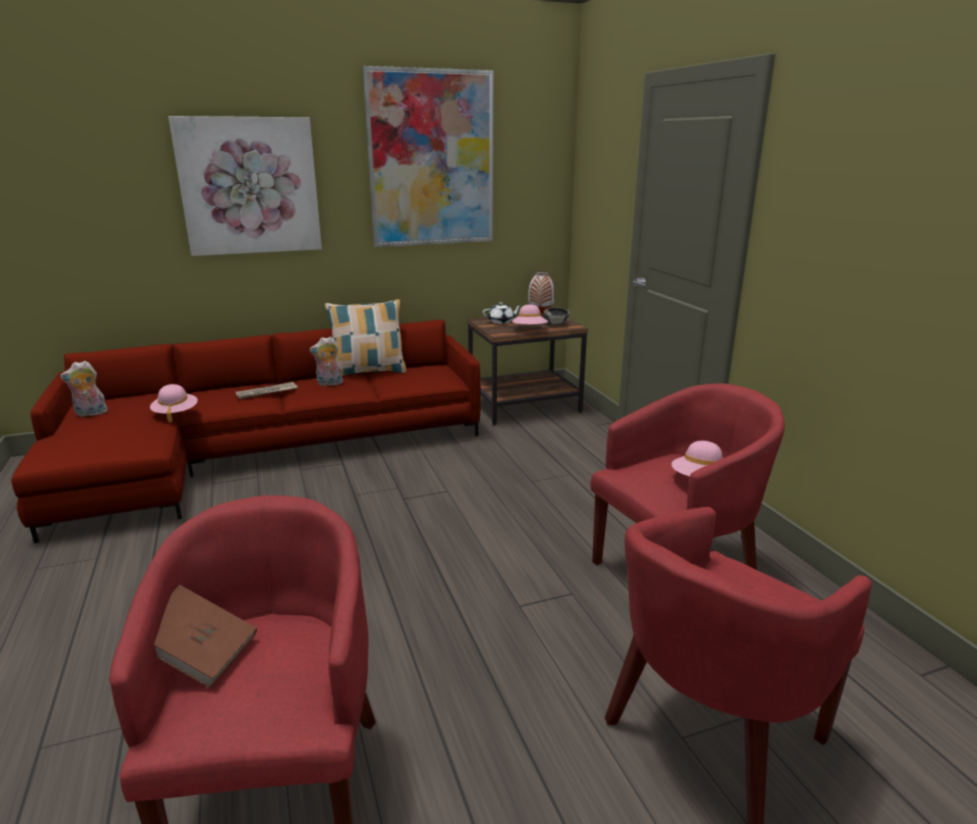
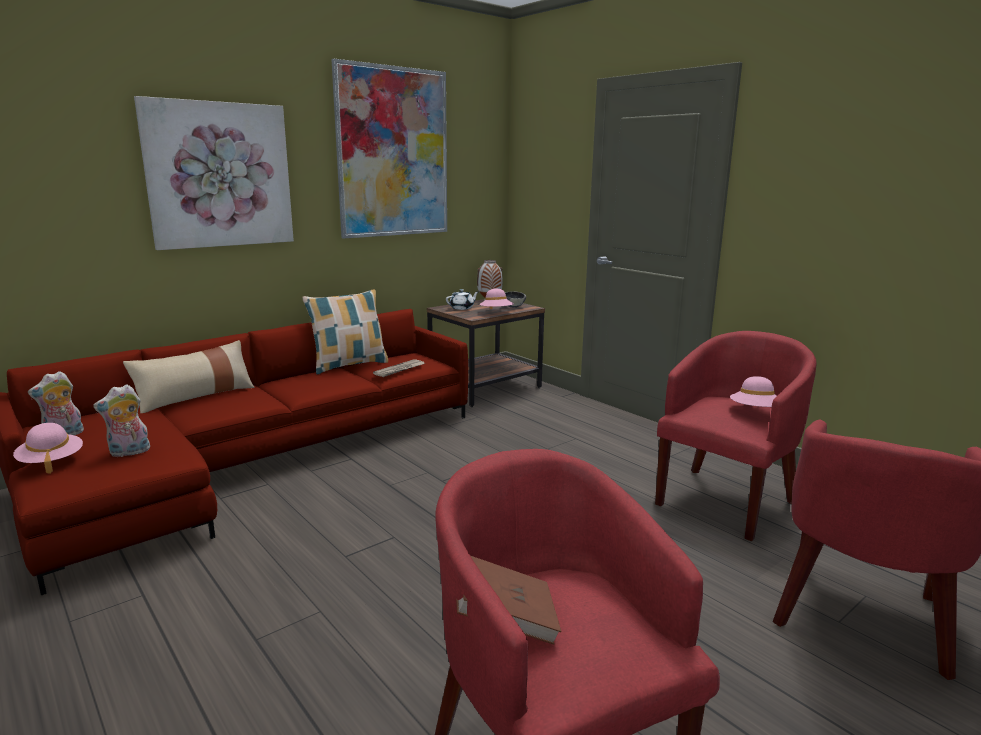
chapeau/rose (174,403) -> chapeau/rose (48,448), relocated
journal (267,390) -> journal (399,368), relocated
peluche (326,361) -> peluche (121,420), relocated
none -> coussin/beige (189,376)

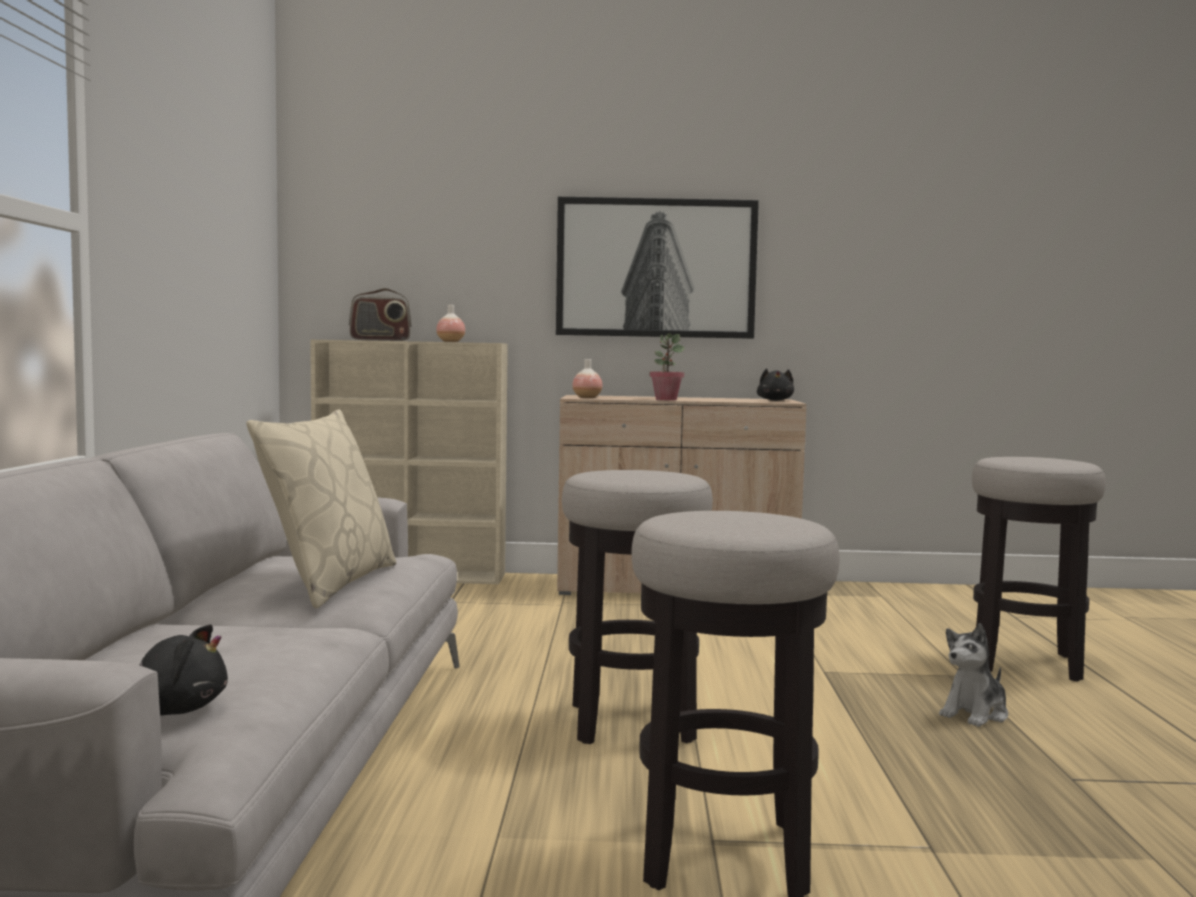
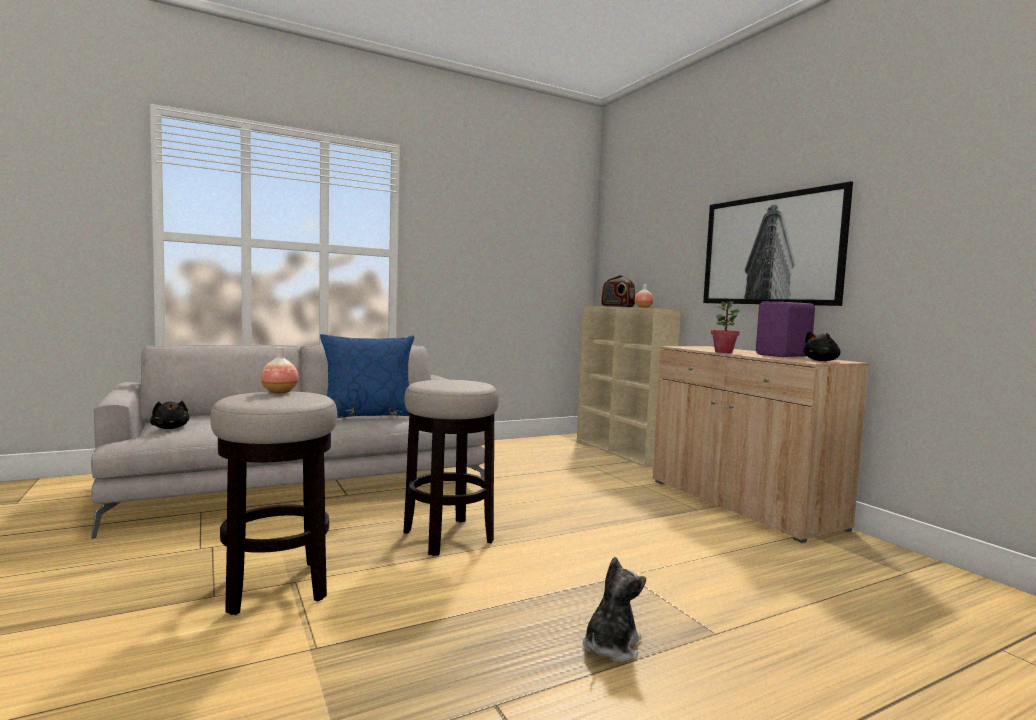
coussin/beige (321,509) -> coussin/bleu (367,376)
vase (587,378) -> vase (280,370), relocated
peluche (973,675) -> peluche (614,609), 105 degrees clockwise
tabouret (1039,569) -> none
none -> enceinte/violet (785,329)

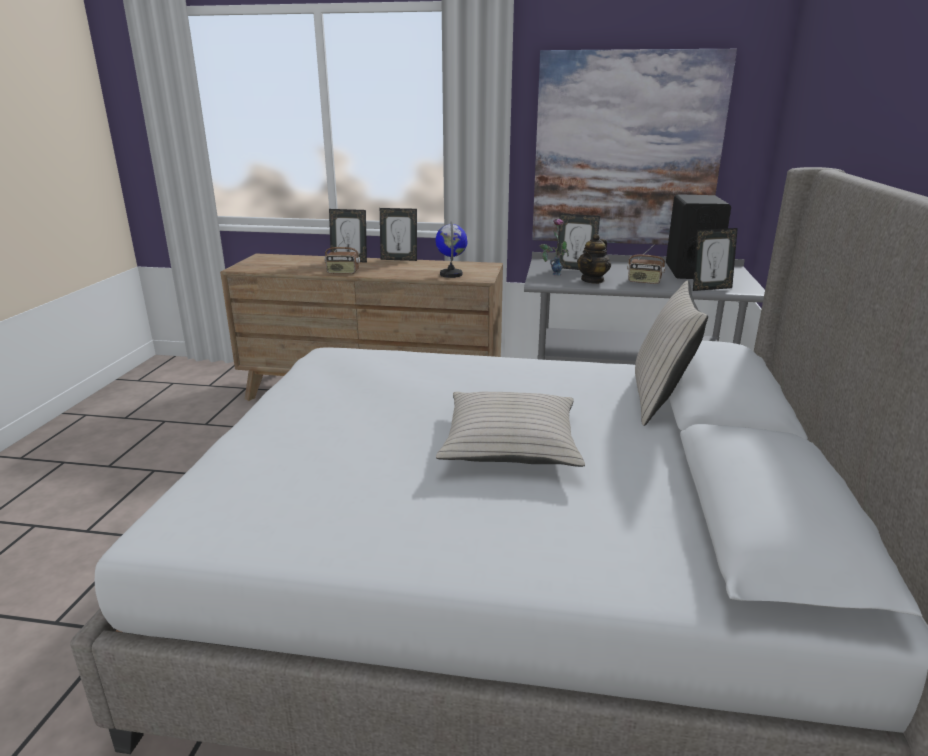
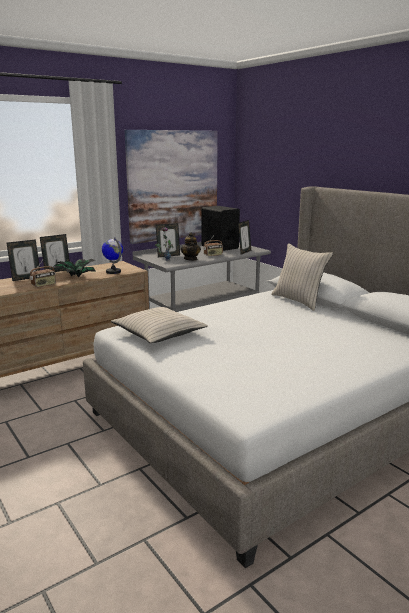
coussin/beige (510,429) -> coussin/beige (159,325), relocated
none -> plante en pot (74,268)

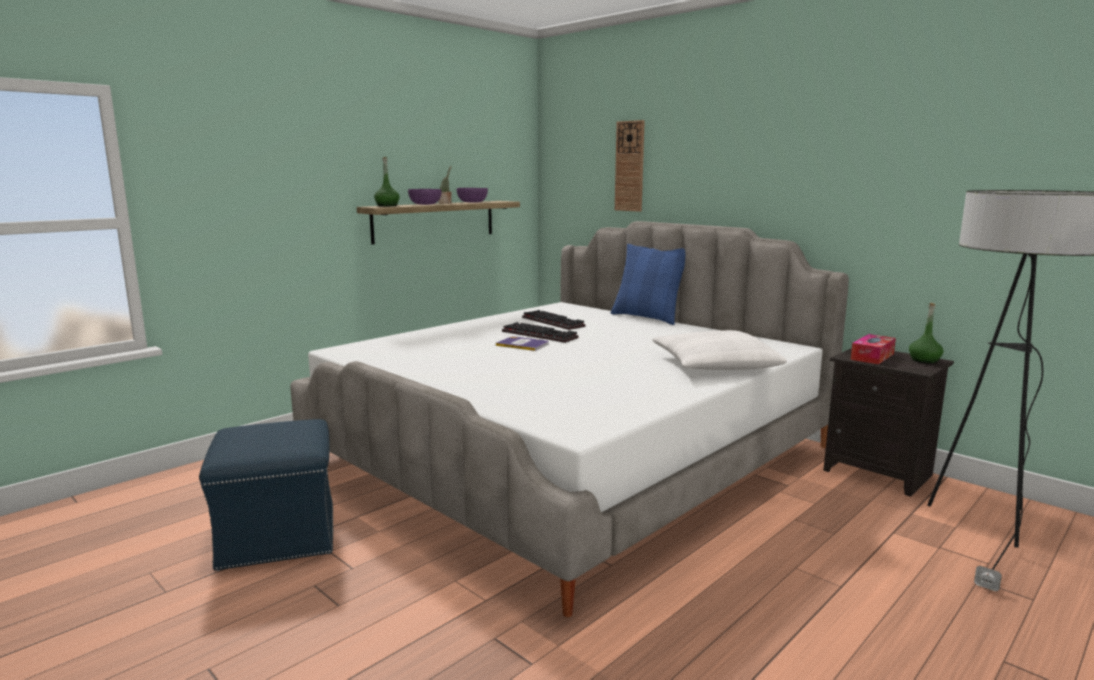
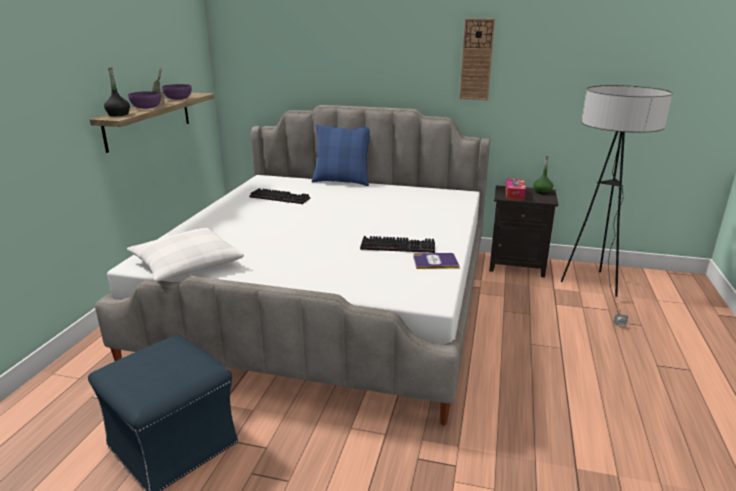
bouteille/vert (387,181) -> bouteille/noir (117,91)
livre (522,343) -> livre (436,261), relocated
clavier (540,332) -> clavier (397,244), relocated
horloge murale (630,166) -> horloge murale (477,59), relocated
coussin/blanc (720,350) -> coussin/blanc (185,255), relocated

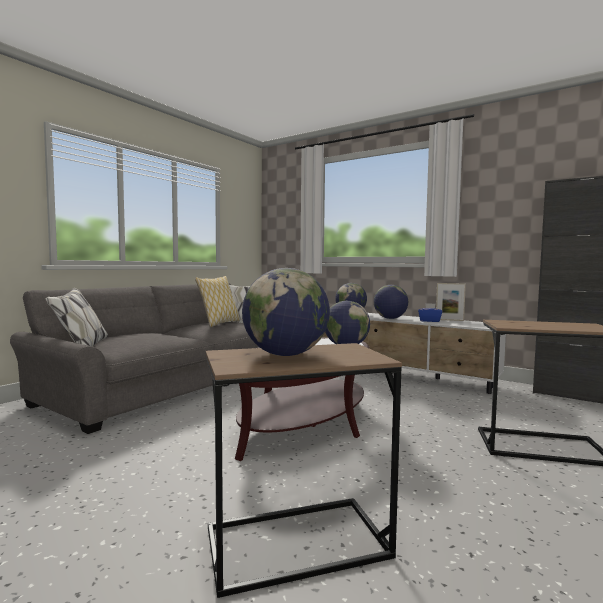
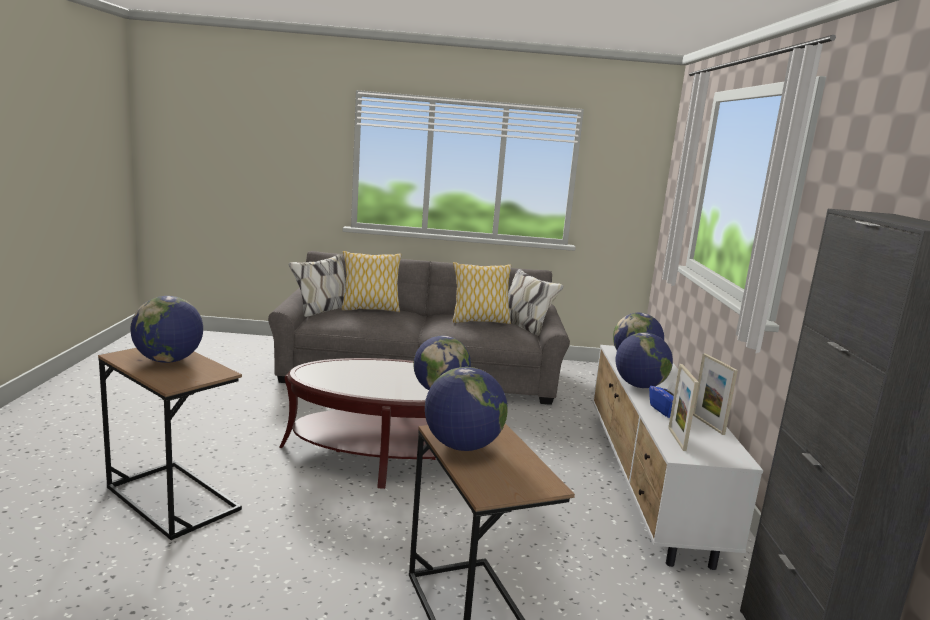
none -> coussin (371,281)
none -> globe (466,409)
none -> cadre photo (683,407)

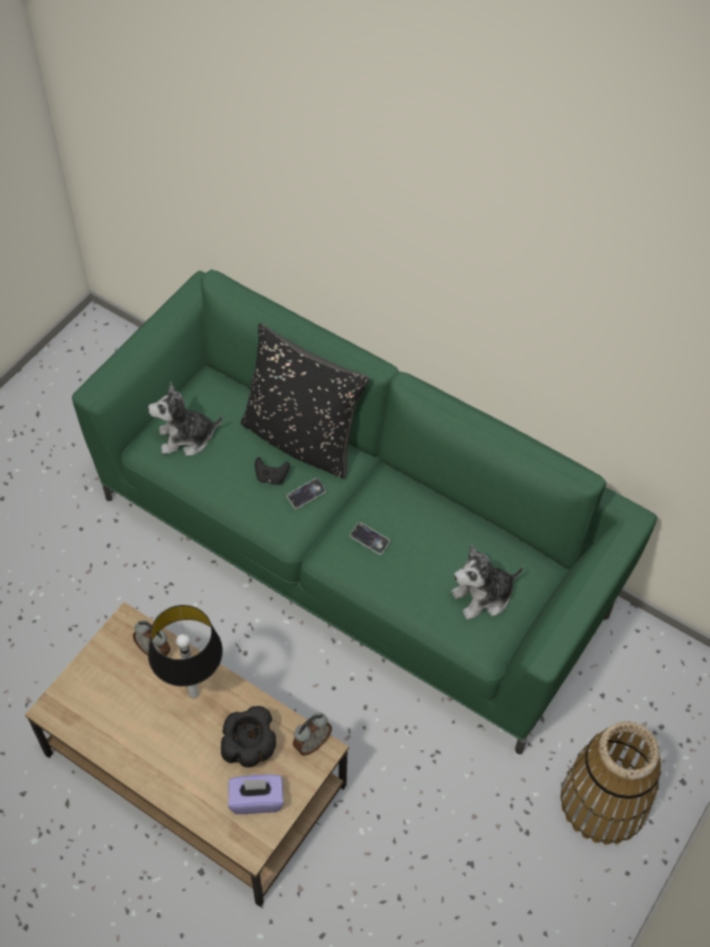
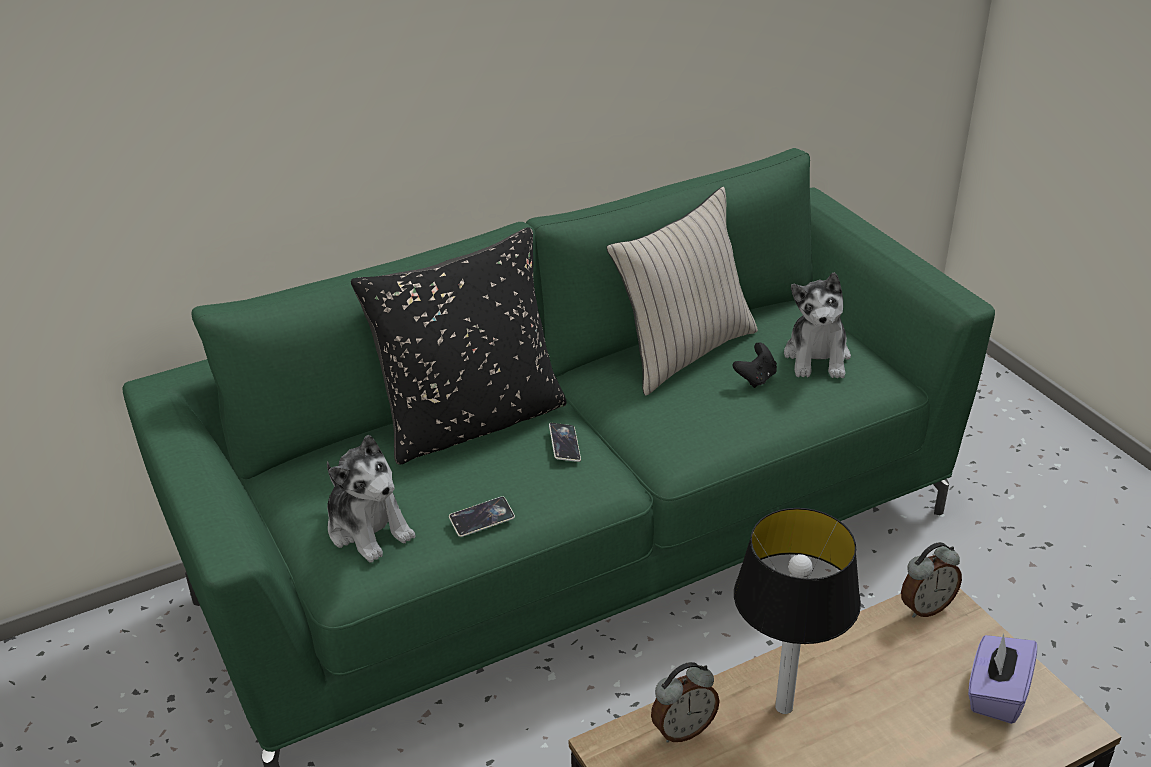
peluche (185,419) -> peluche (371,499), 60 degrees counterclockwise
bol/noir (248,736) -> none
manette/noir (272,471) -> manette/noir (755,365), relocated
réveil (312,734) -> réveil (931,580), 75 degrees clockwise
téléphone (370,538) -> téléphone (482,516), relocated
panier (610,783) -> none
none -> coussin/beige (682,291)

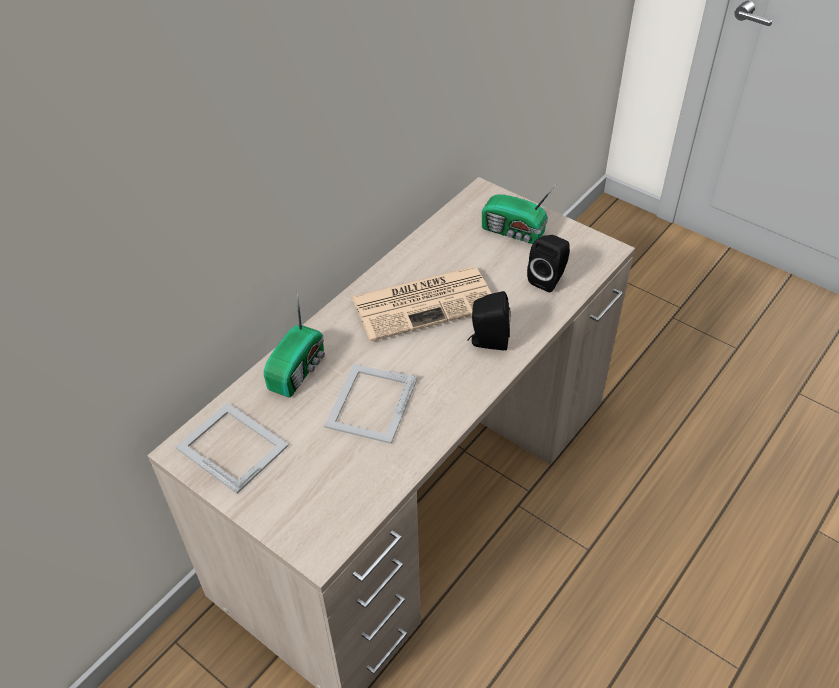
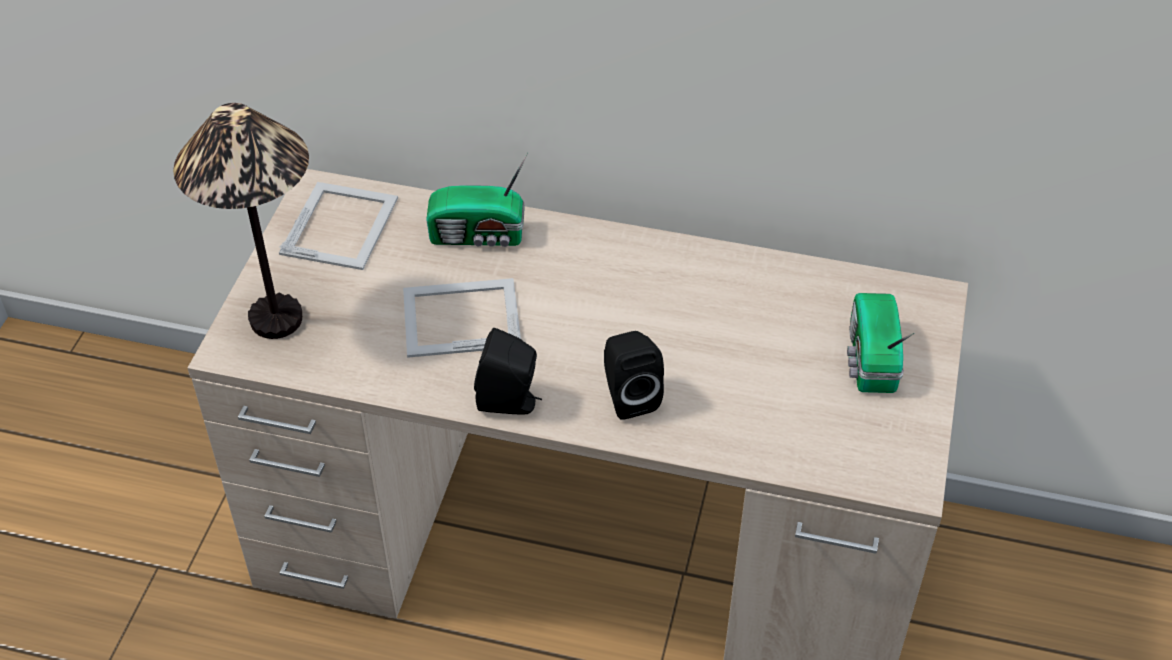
journal (421,304) -> none
enceinte/noir (548,263) -> enceinte/noir (508,371), relocated
none -> lampe de table (241,221)

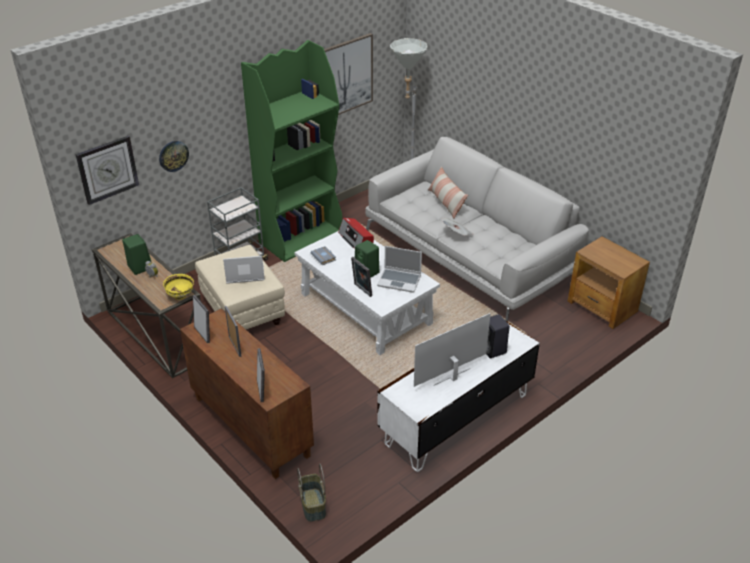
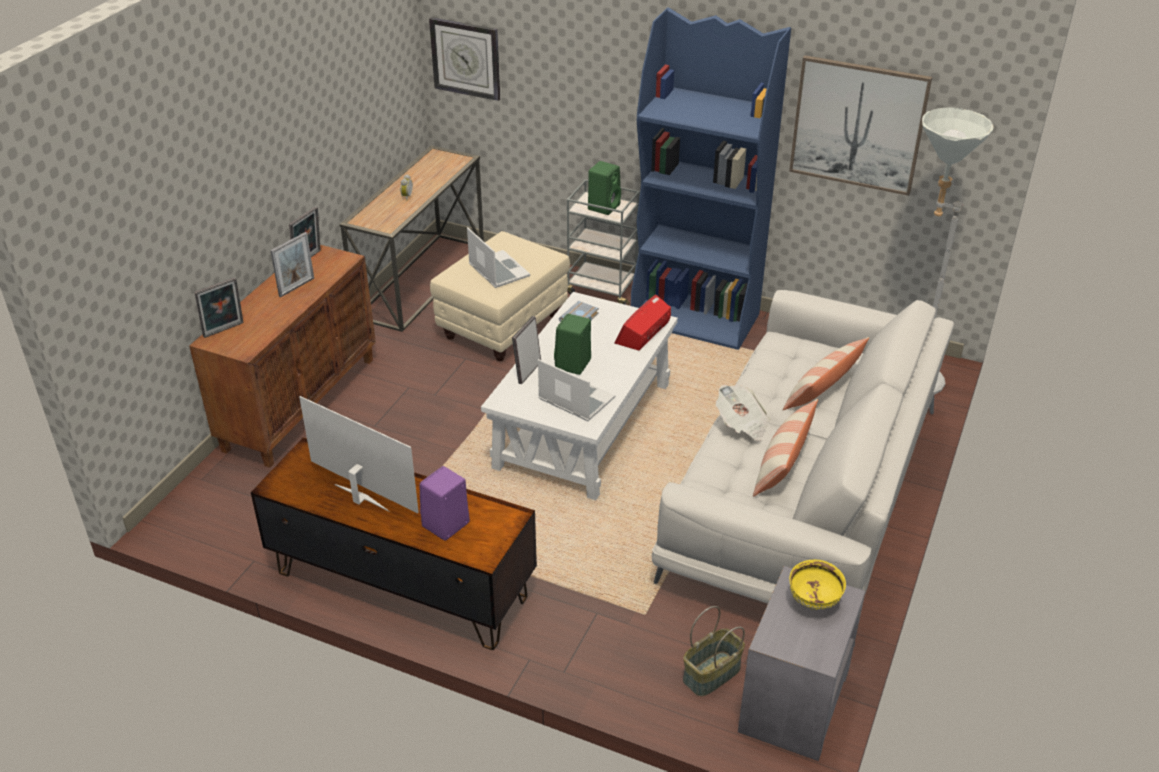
enceinte/vert (136,254) -> enceinte/vert (604,188), relocated
horloge murale (174,156) -> none
bol/jaune (178,287) -> bol/jaune (817,585), relocated
bibliothèque/vert (291,151) -> bibliothèque/bleu (711,178)
panier (311,493) -> panier (714,651), relocated
ordinateur portable (399,269) -> ordinateur portable (576,390), 135 degrees clockwise
meuble télé/blanc (459,396) -> meuble télé/marron (394,543)
enceinte/noir (498,336) -> enceinte/violet (445,503)
table d'appoint/marron (609,282) -> table d'appoint/gris (802,663)
none -> coussin (785,448)

